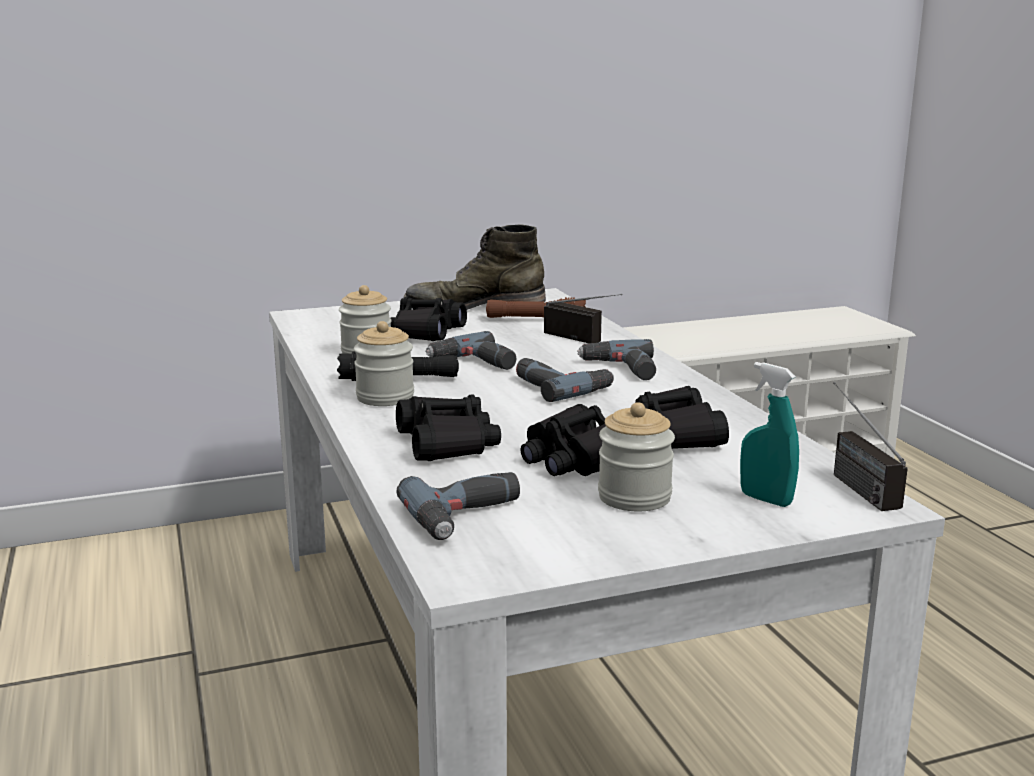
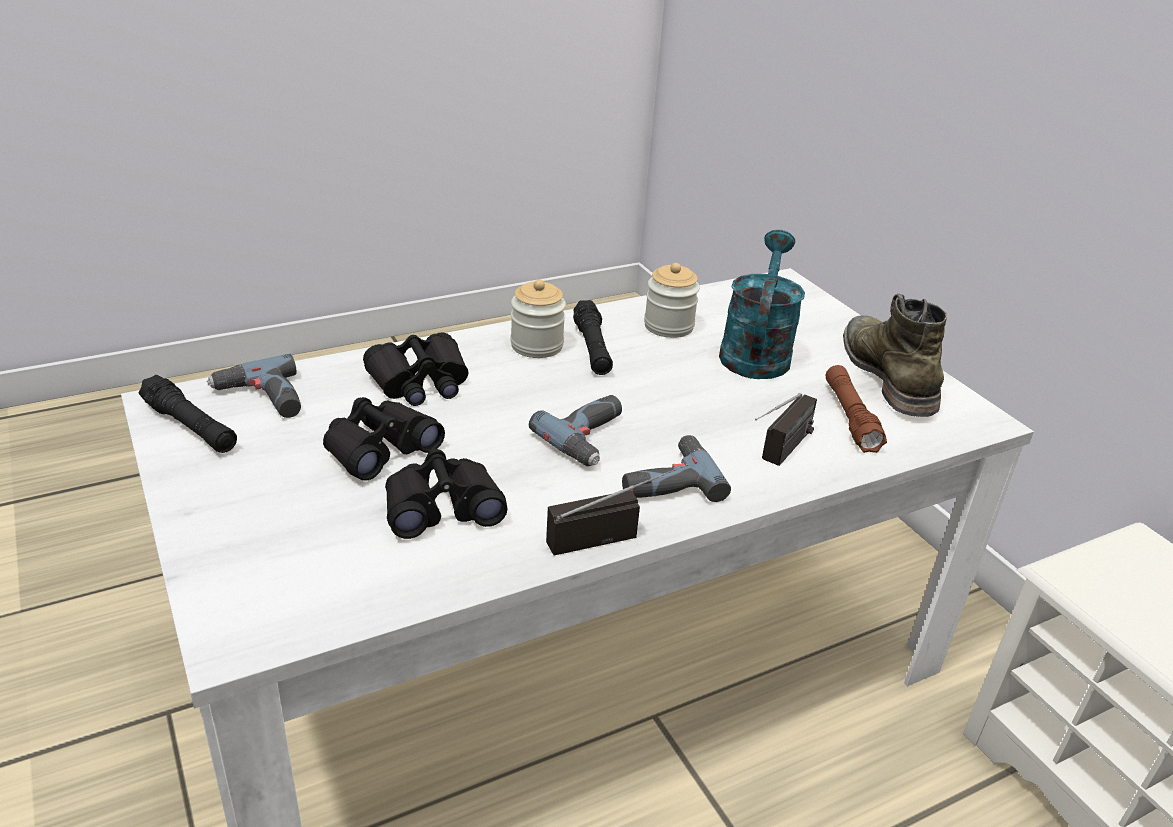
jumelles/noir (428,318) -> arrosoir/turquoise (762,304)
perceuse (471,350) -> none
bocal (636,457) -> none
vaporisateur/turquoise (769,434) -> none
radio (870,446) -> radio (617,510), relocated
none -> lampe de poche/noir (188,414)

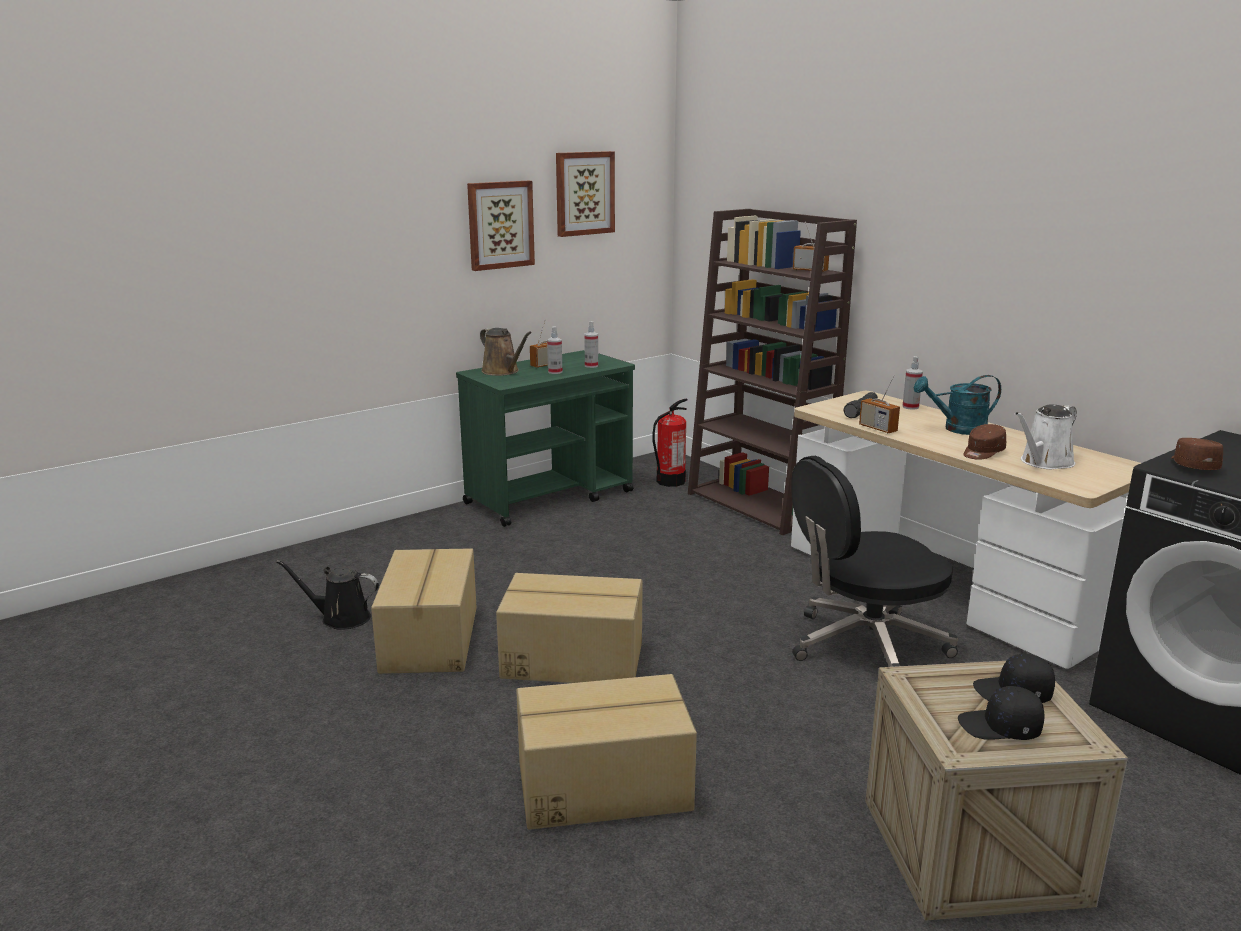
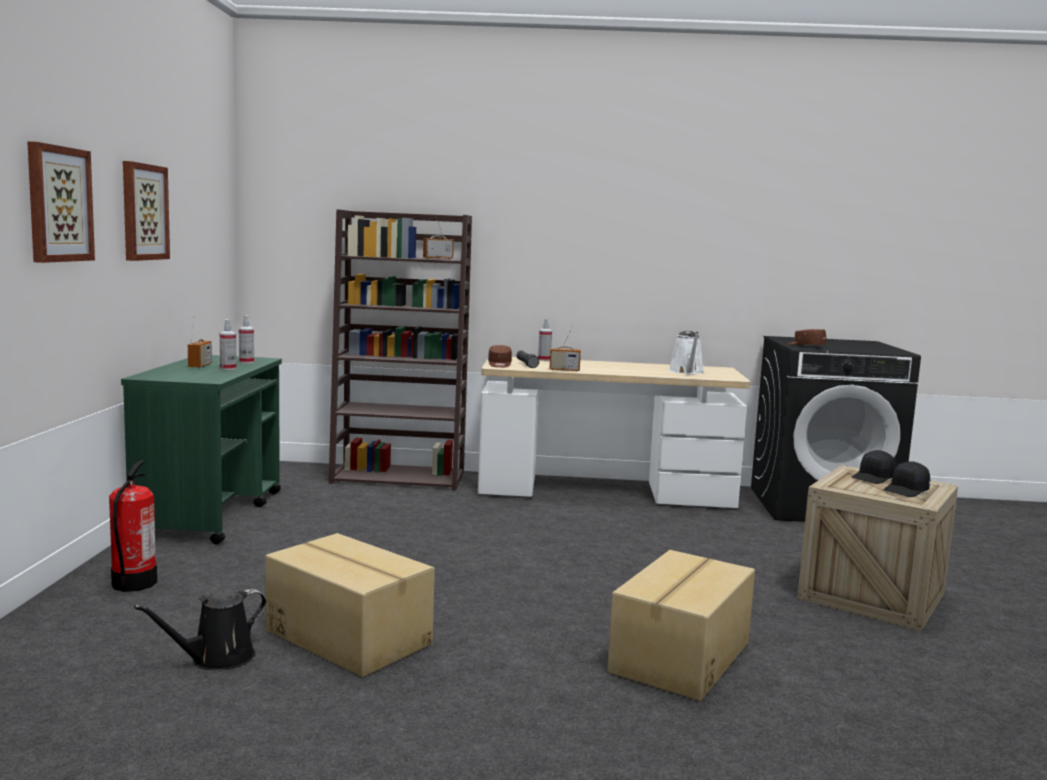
arrosoir/marron (506,352) -> none
carton (569,628) -> none
tableau (585,194) -> tableau (61,202), relocated
extincteur (670,443) -> extincteur (133,526), relocated
chaise de bureau/noir (874,561) -> none
arrosoir/turquoise (957,405) -> none
casquette/marron (984,442) -> casquette/marron (500,356), relocated

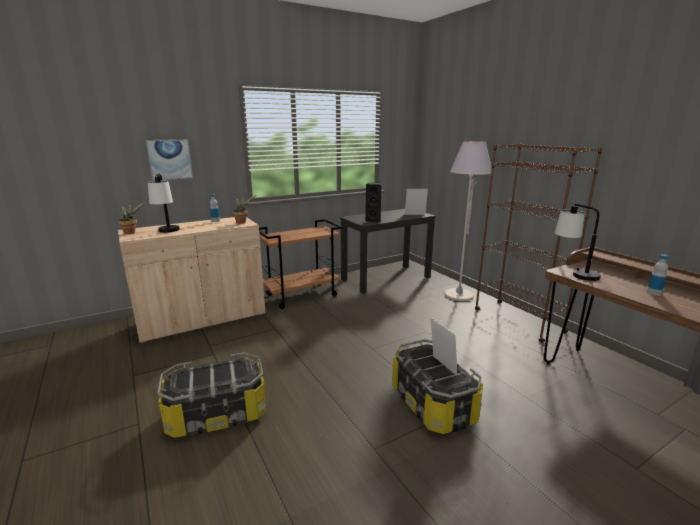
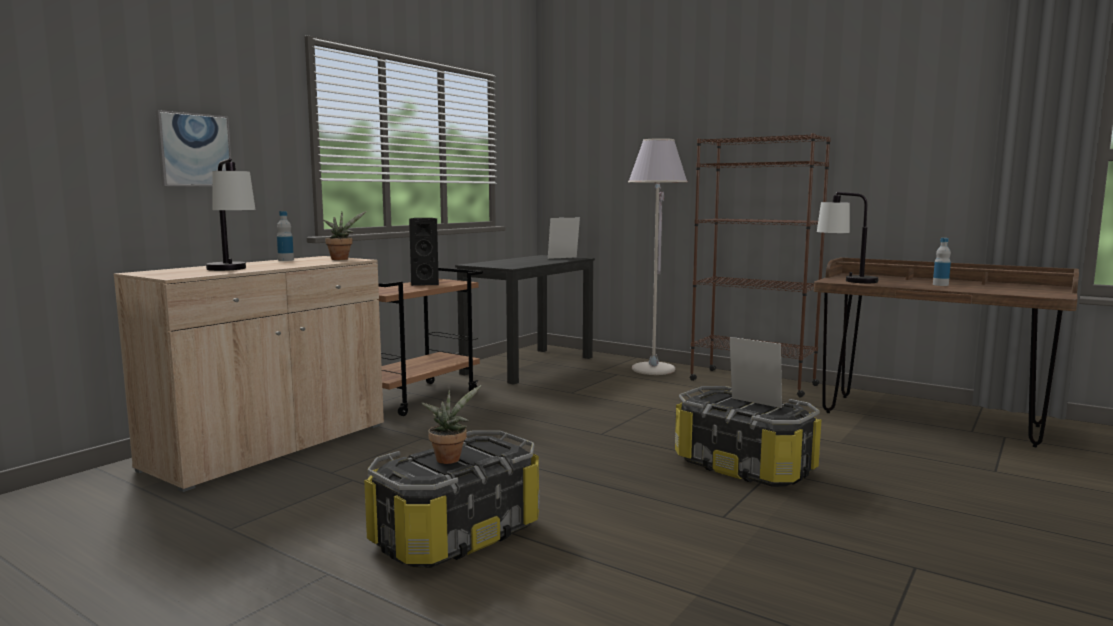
plante en pot (131,218) -> plante en pot (451,424), relocated
enceinte/noir (373,202) -> enceinte/noir (424,252), relocated

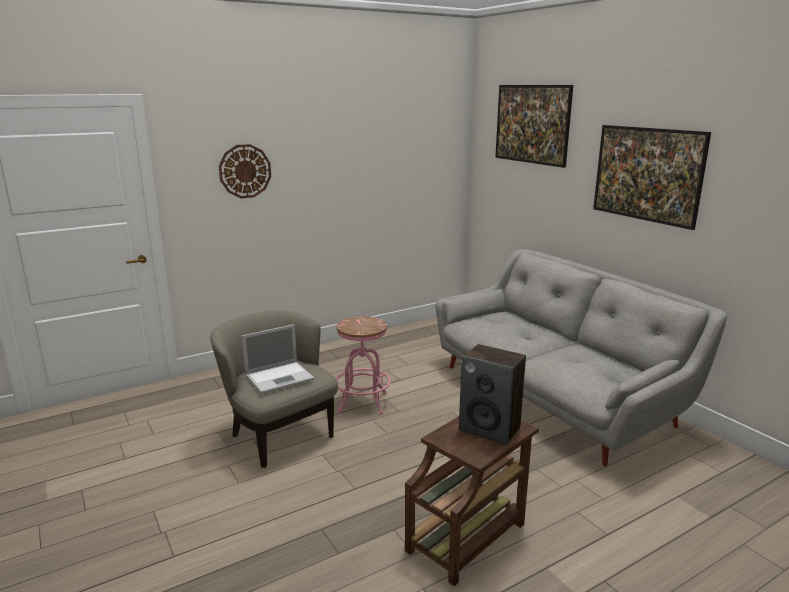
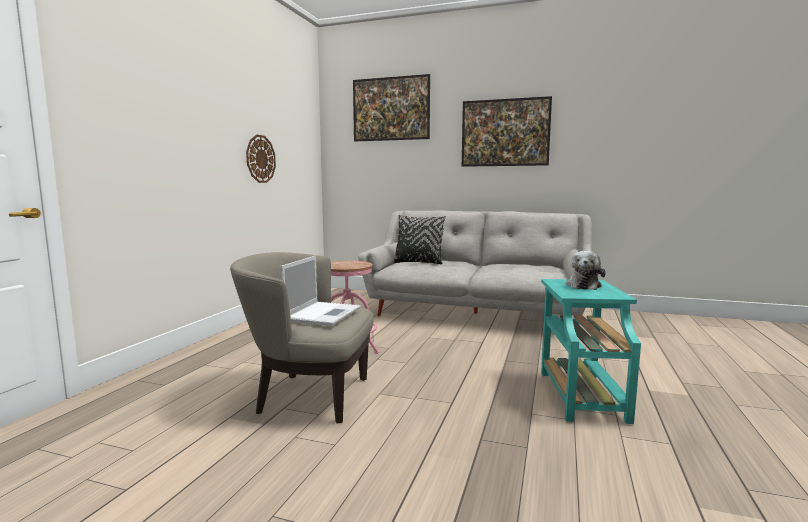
horloge murale (245,171) -> horloge murale (261,158), relocated
table d'appoint/marron (472,501) -> table d'appoint/turquoise (591,351)
enceinte (492,394) -> peluche (585,270)
none -> coussin/noir (419,239)

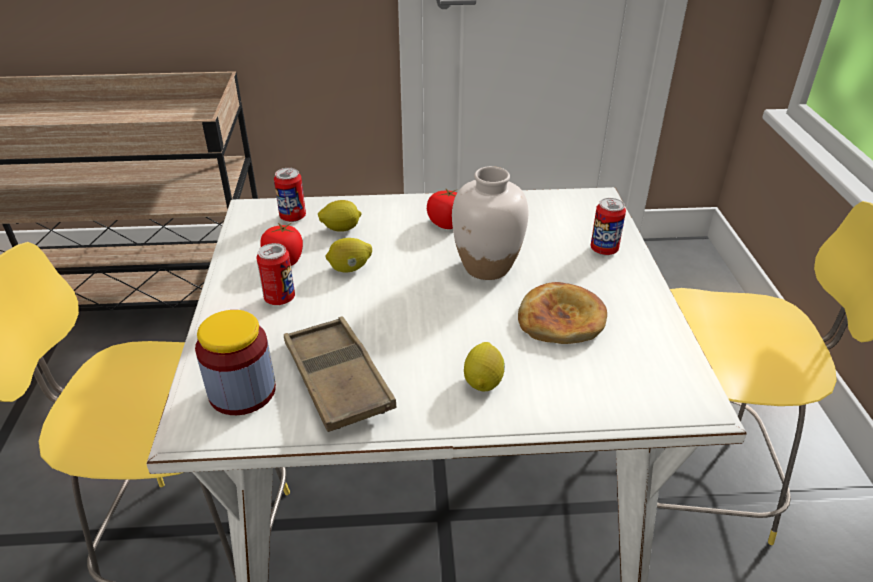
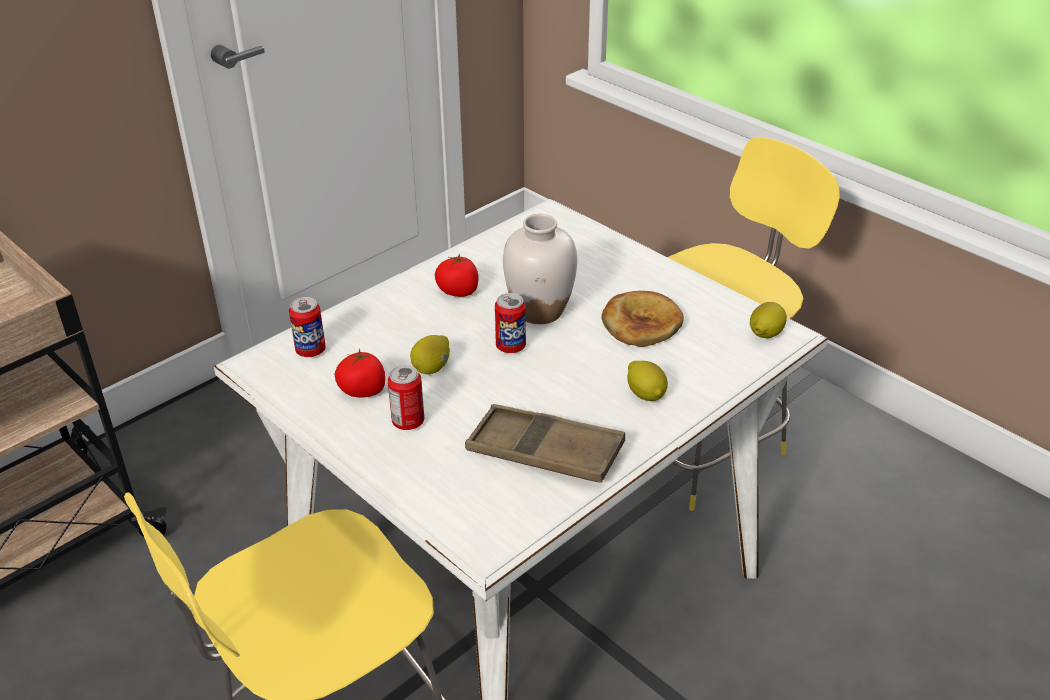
bocal (235,362) -> none
citron (340,216) -> citron (768,320), relocated
boîte métallique (608,226) -> boîte métallique (510,323), relocated

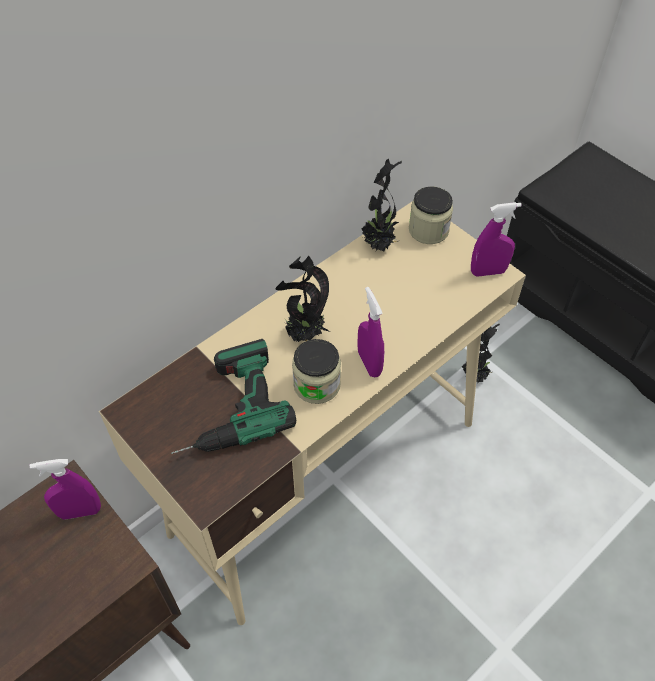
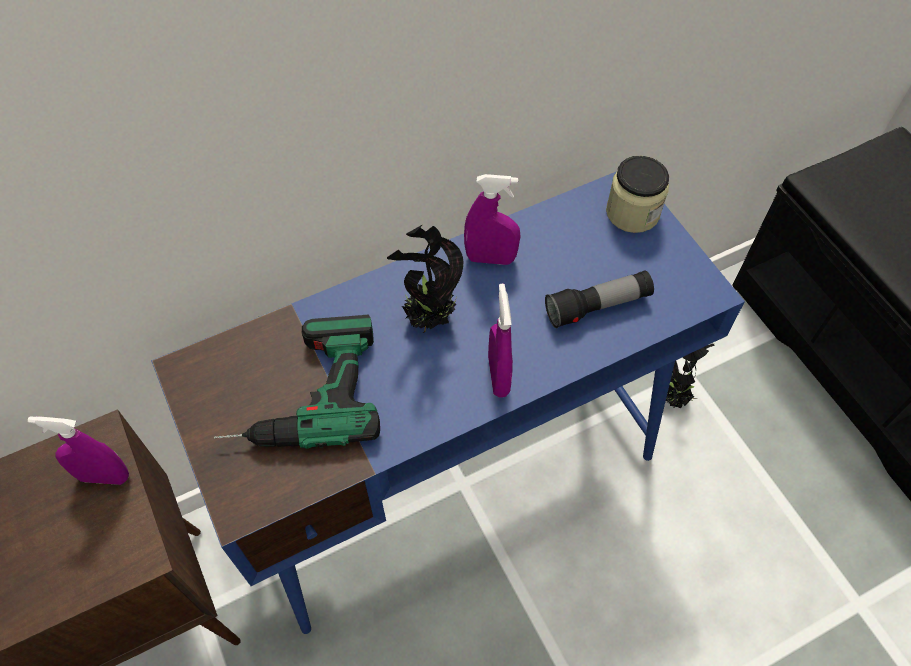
bureau/beige (312,413) -> bureau/bleu (448,403)
bocal (316,371) -> none
plante en pot (381,204) -> none
vaporisateur/violet (496,239) -> vaporisateur/violet (492,219), relocated
none -> lampe de poche (599,299)

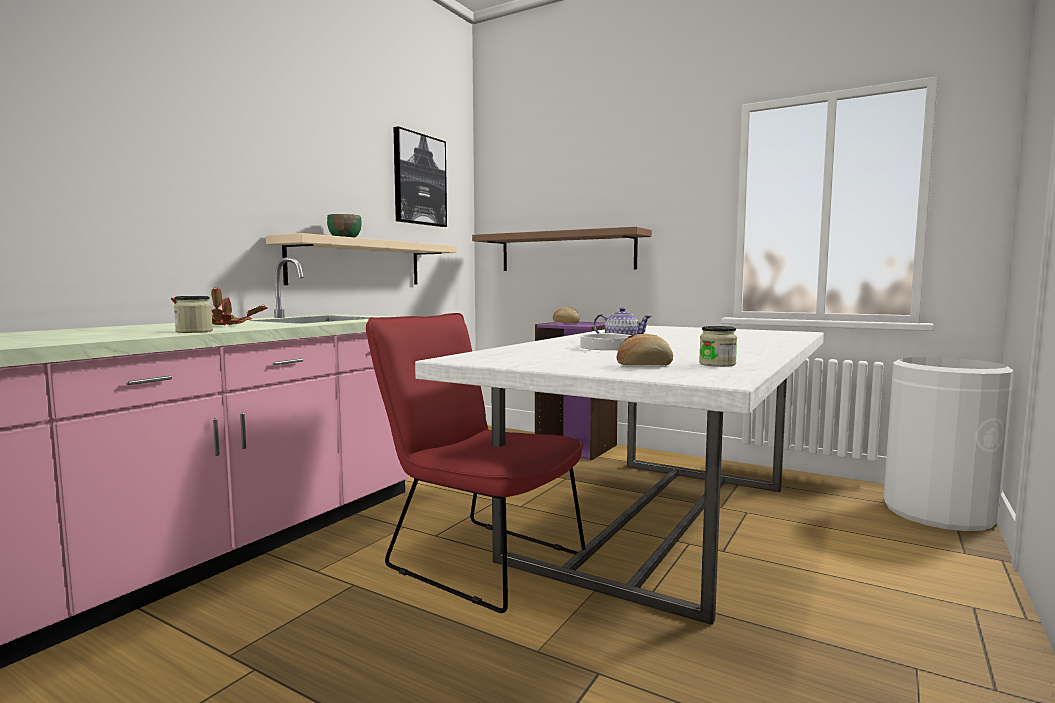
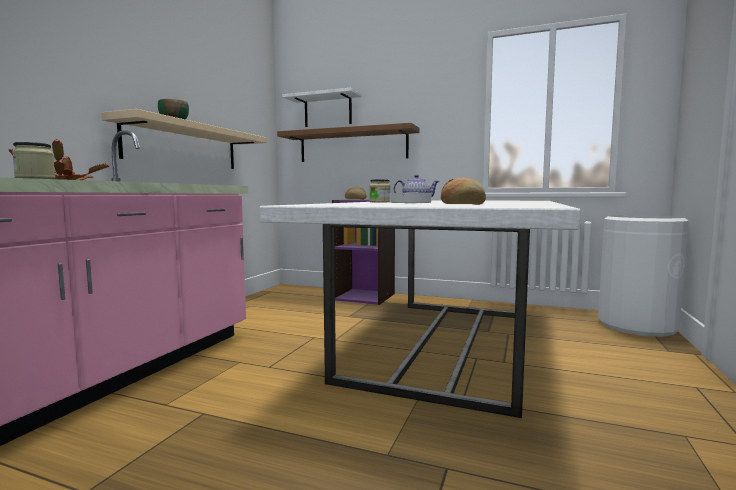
chaise/rouge (476,463) -> none
tableau (420,176) -> none
bocal (718,346) -> bocal (379,190), relocated
none -> étagère/blanc (321,107)

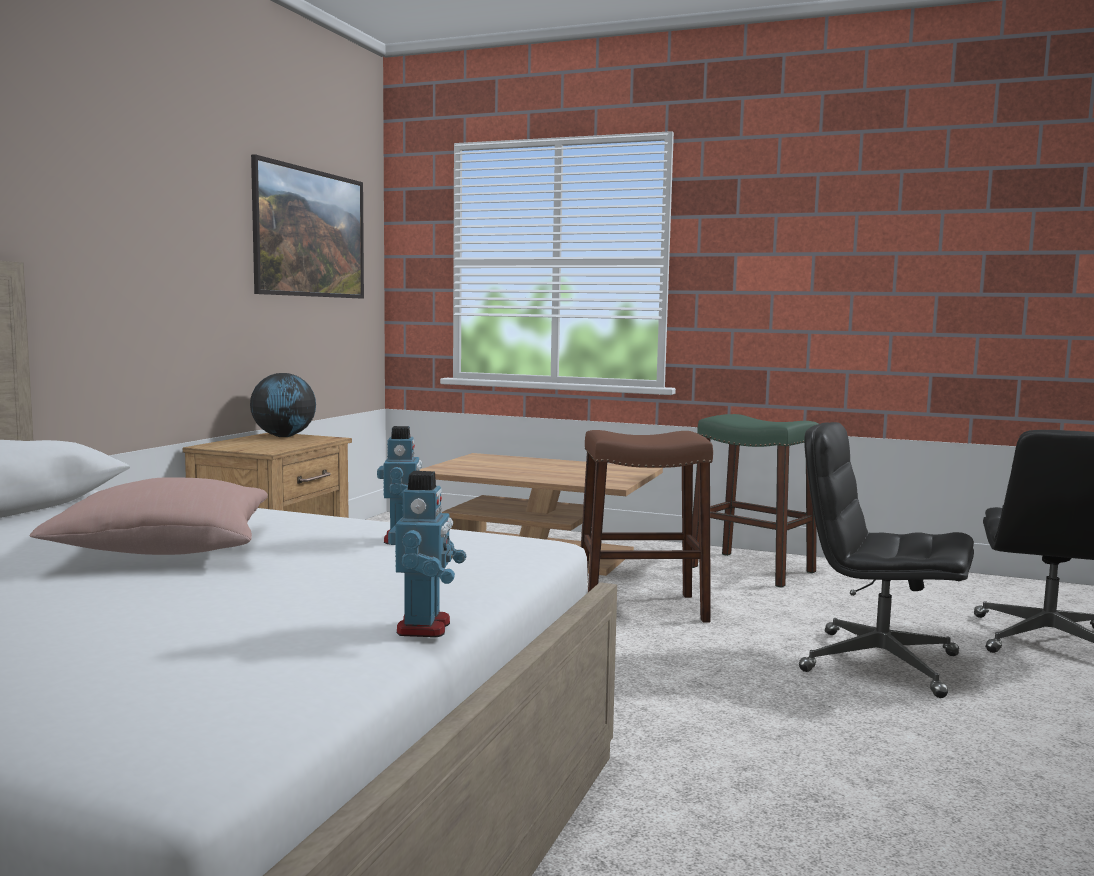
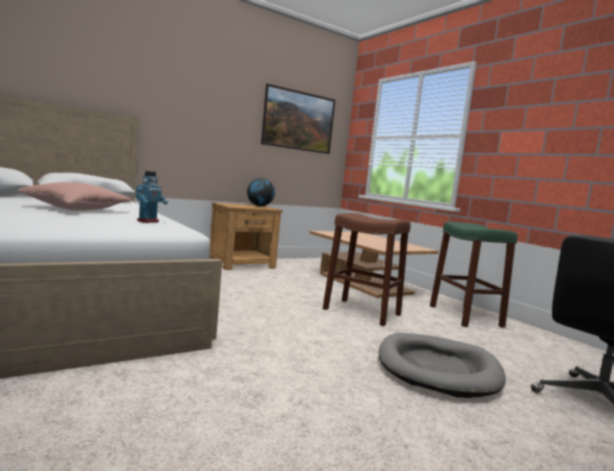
robot jouet (427,554) -> none
chaise de bureau/noir (886,560) -> panier pour chien/gris (442,365)

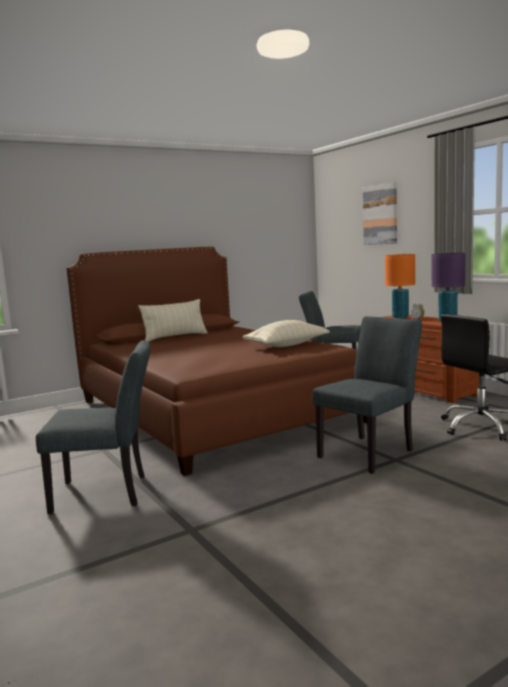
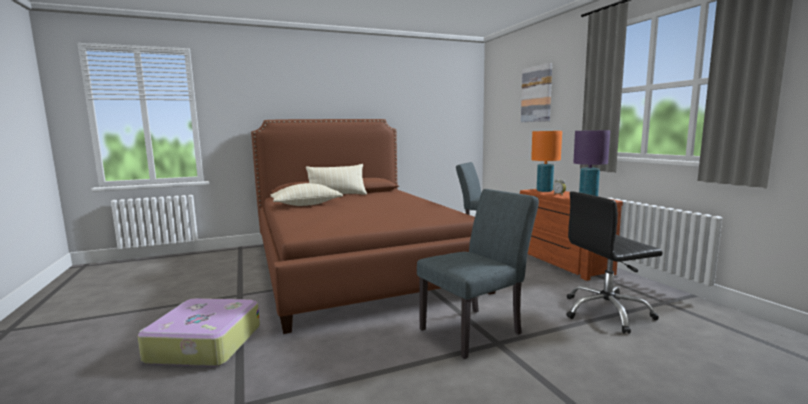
chaise/gris (93,427) -> valise (199,332)
coussin/beige (286,333) -> coussin/beige (307,194), relocated

